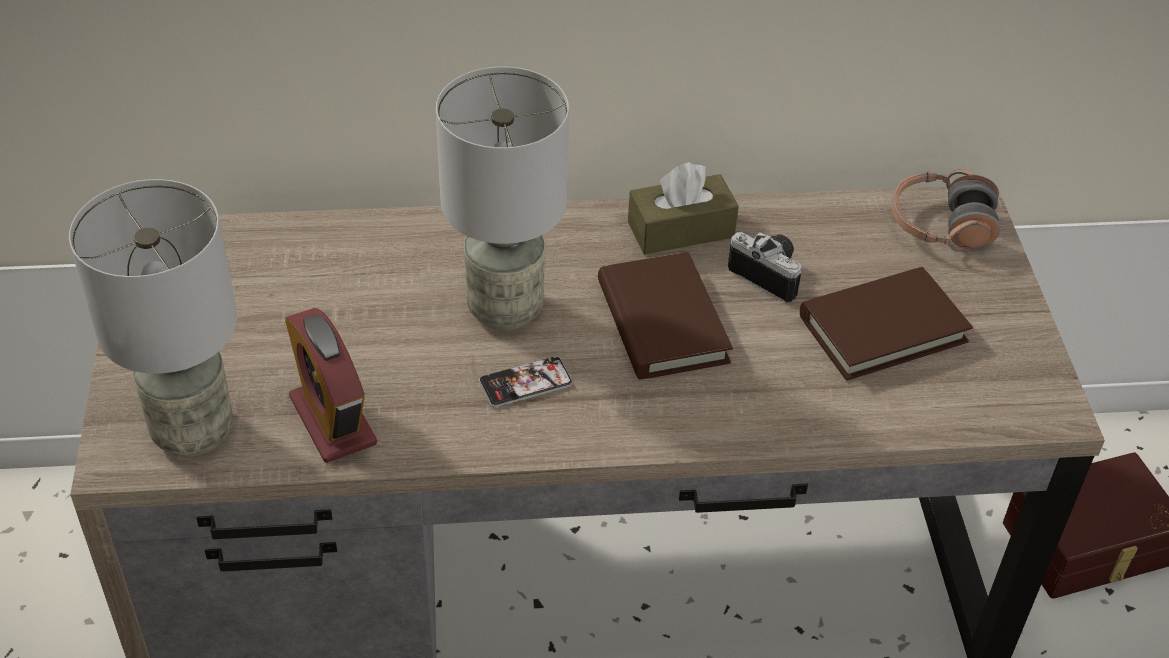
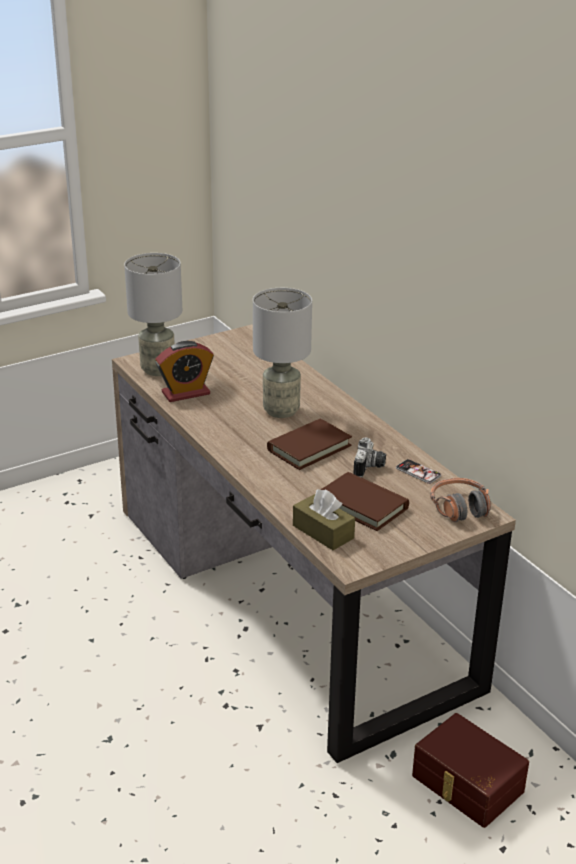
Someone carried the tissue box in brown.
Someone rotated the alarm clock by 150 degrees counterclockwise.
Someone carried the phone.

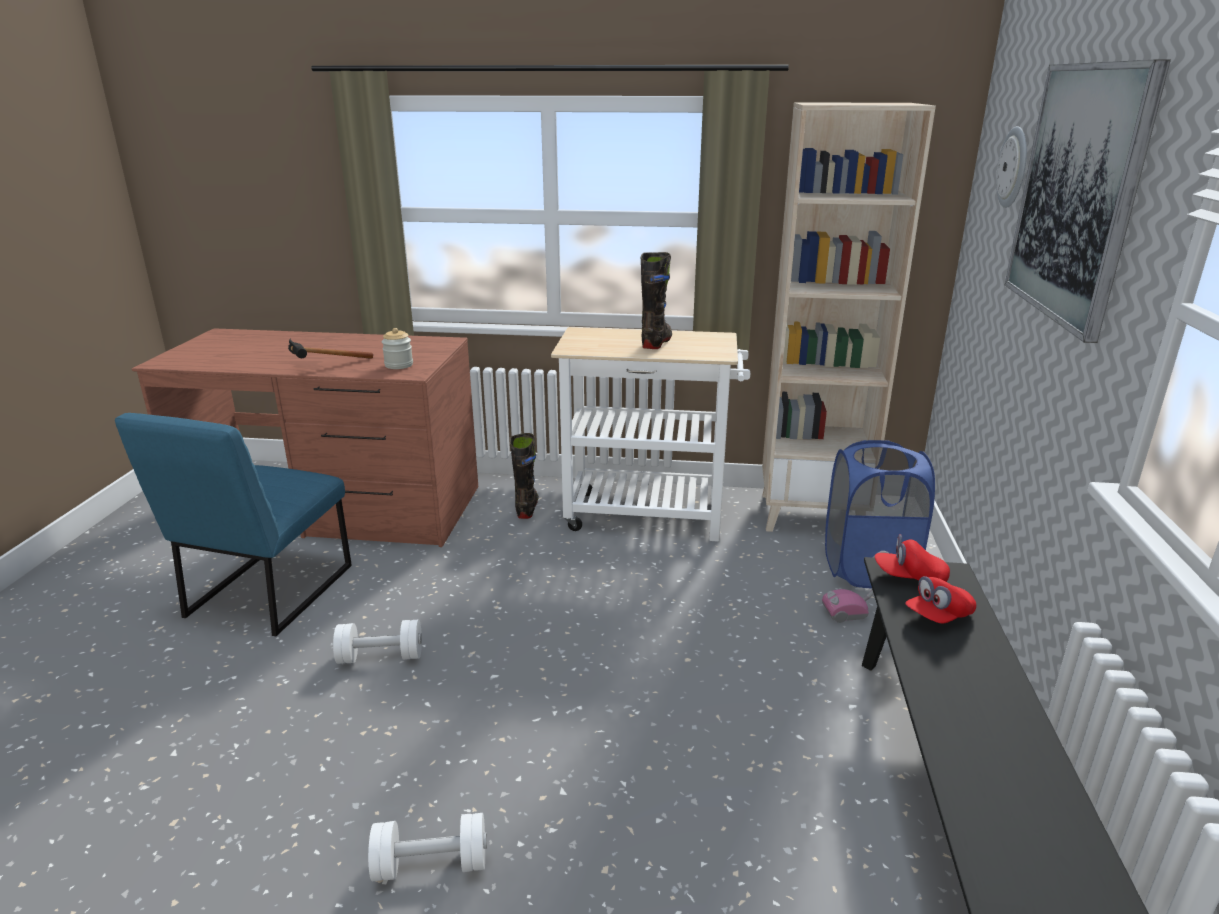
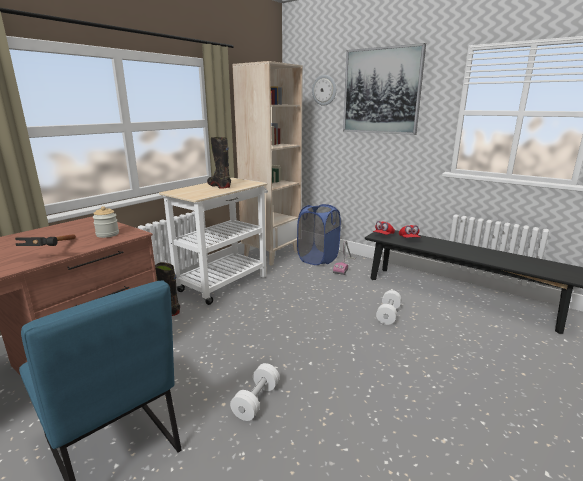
Someone carried the dumbbell in white (2nd from left).

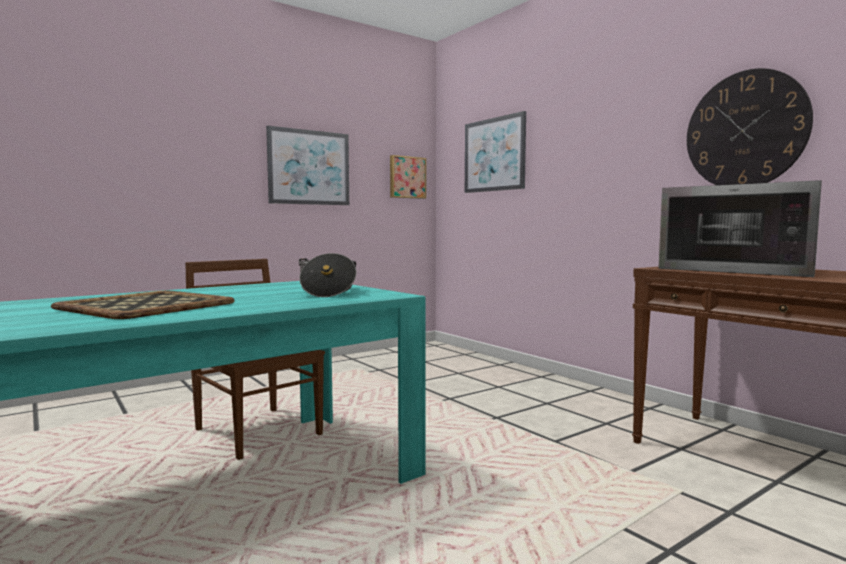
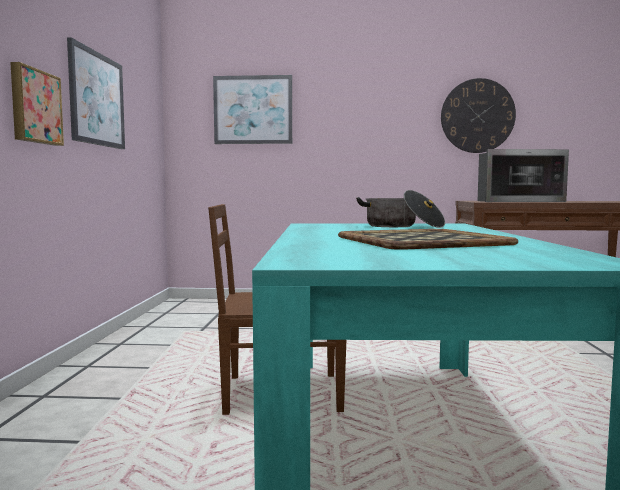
Someone carried the picture (2nd from left in the first image).

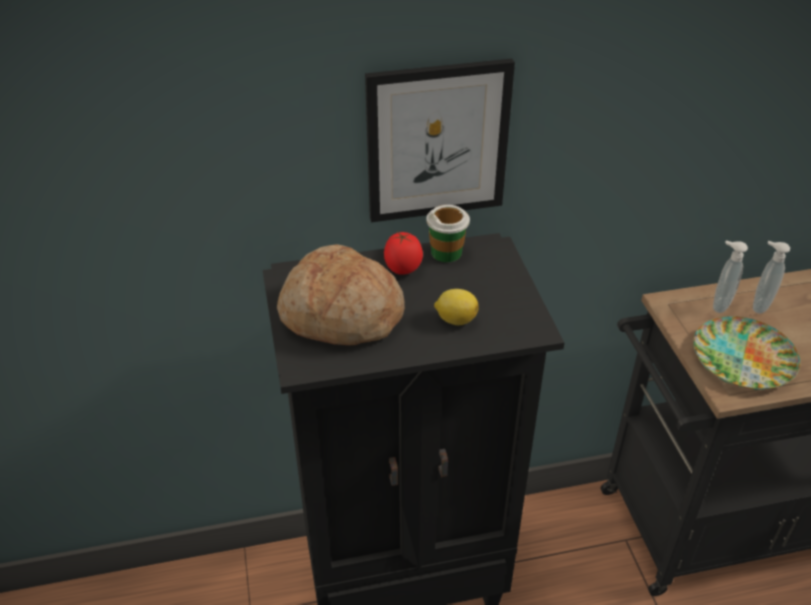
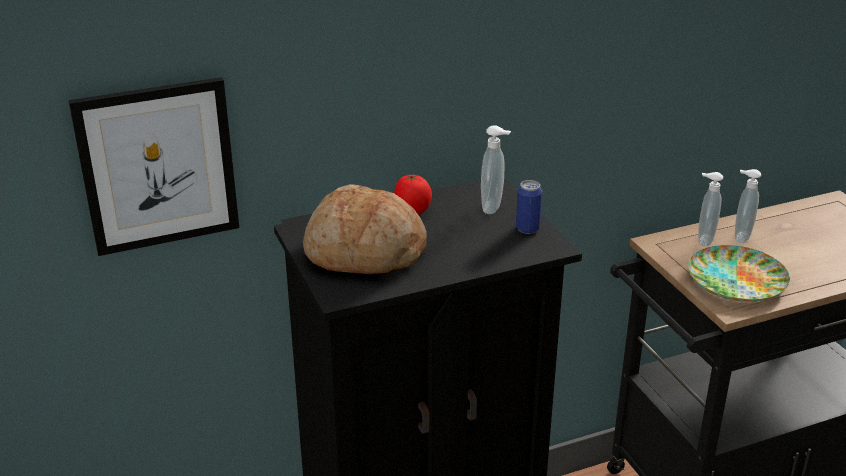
Someone carried the picture.
Someone took away the cup.
Someone took away the lemon.
Someone put down the soap dispenser (1st from left).
Someone put down the can.

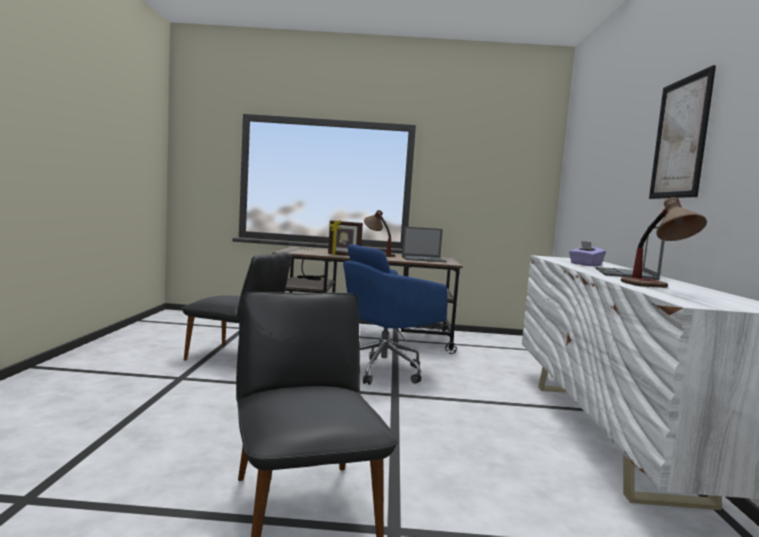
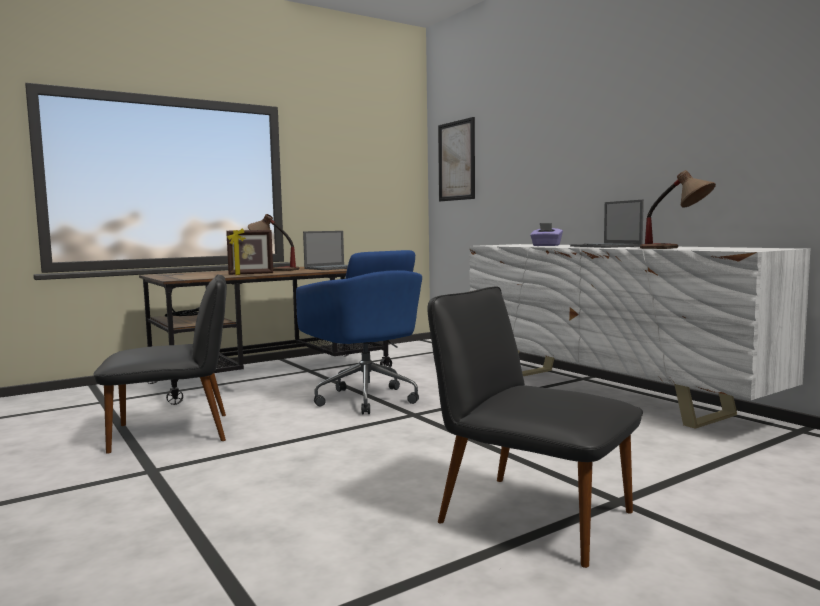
Someone carried the picture.
Someone rotated the office chair in blue by 60 degrees counterclockwise.

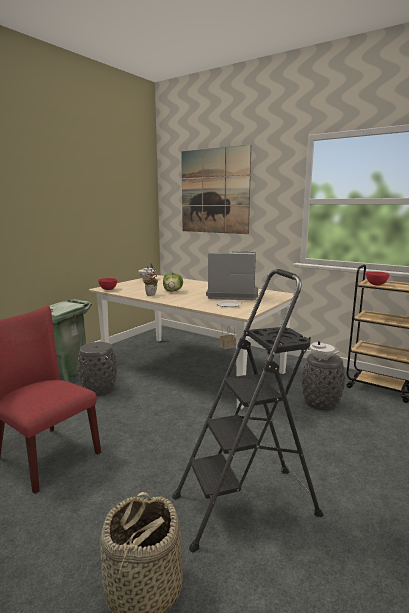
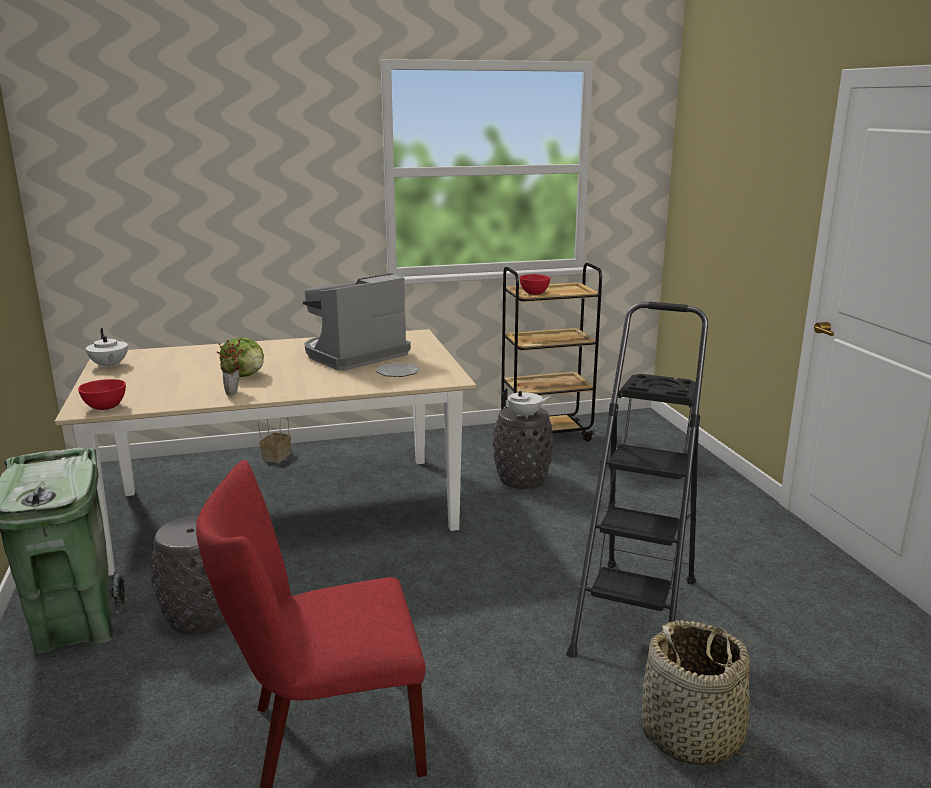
Someone took away the picture.

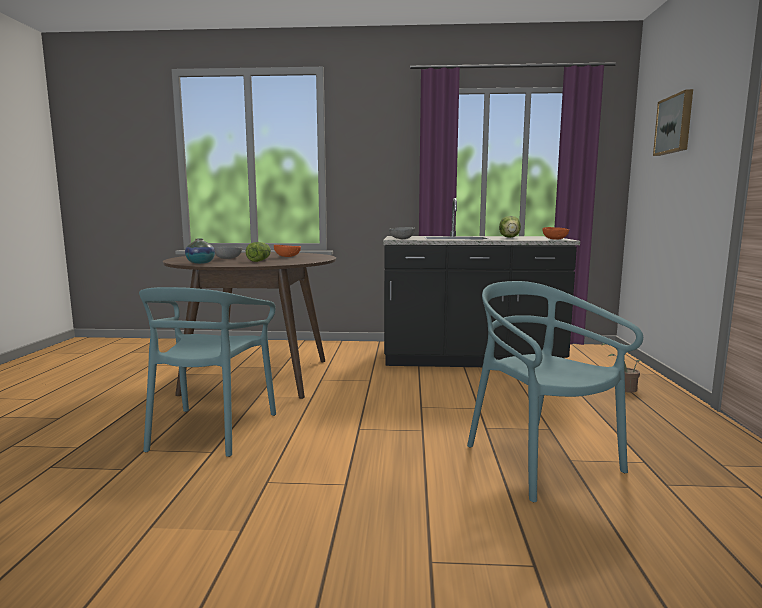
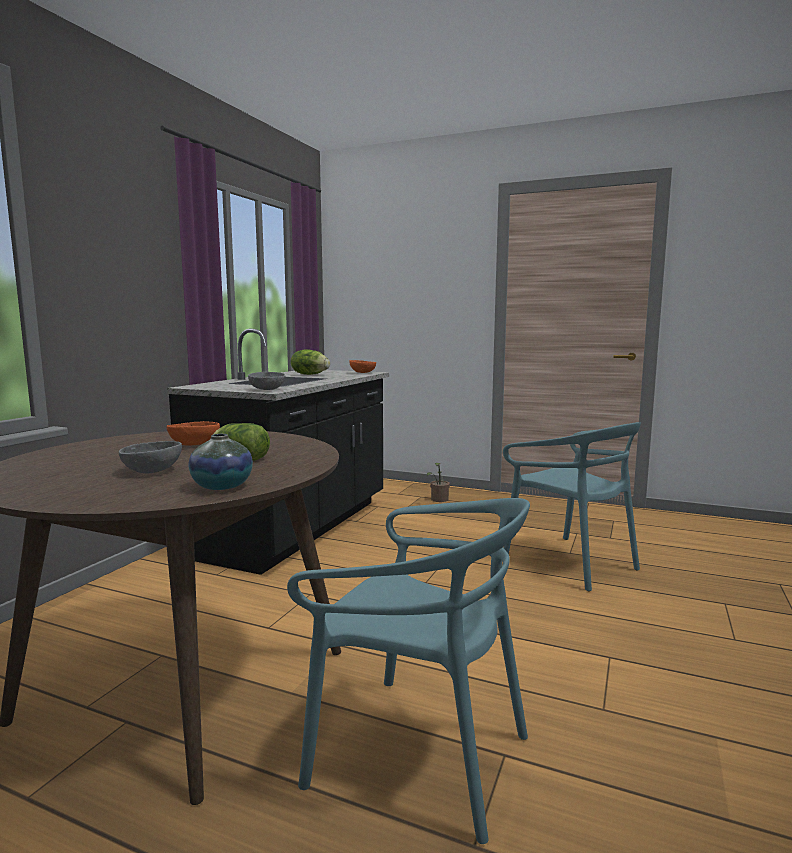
Someone took away the picture.
Someone rotated the chair in turquoise (2nd from left) by 120 degrees counterclockwise.

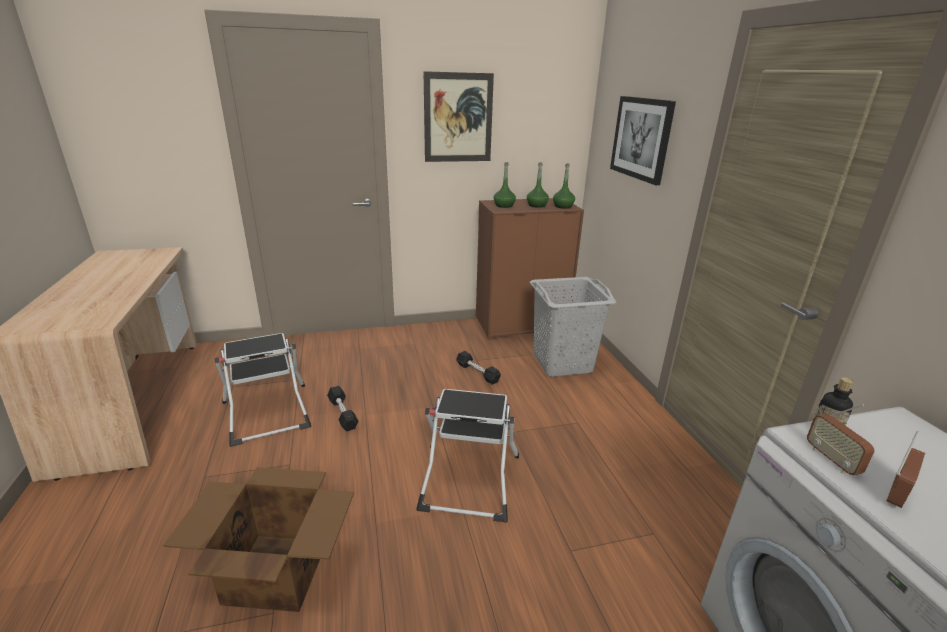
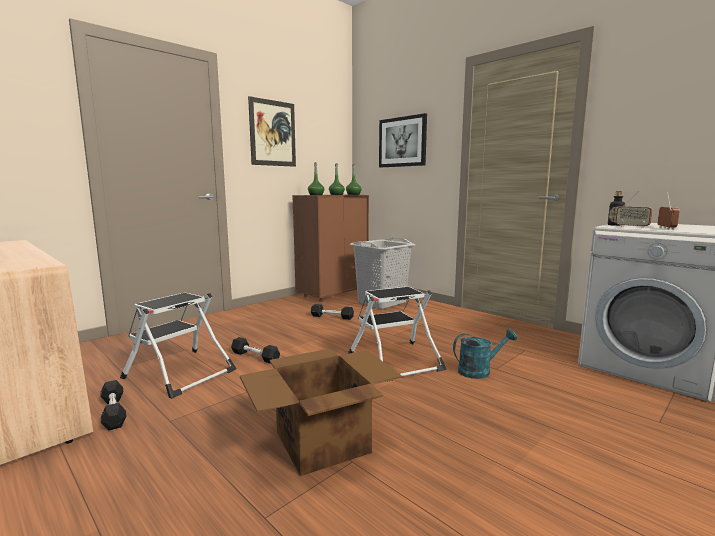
Someone put down the watering can in turquoise.
Someone put down the dumbbell in black (1st from left).

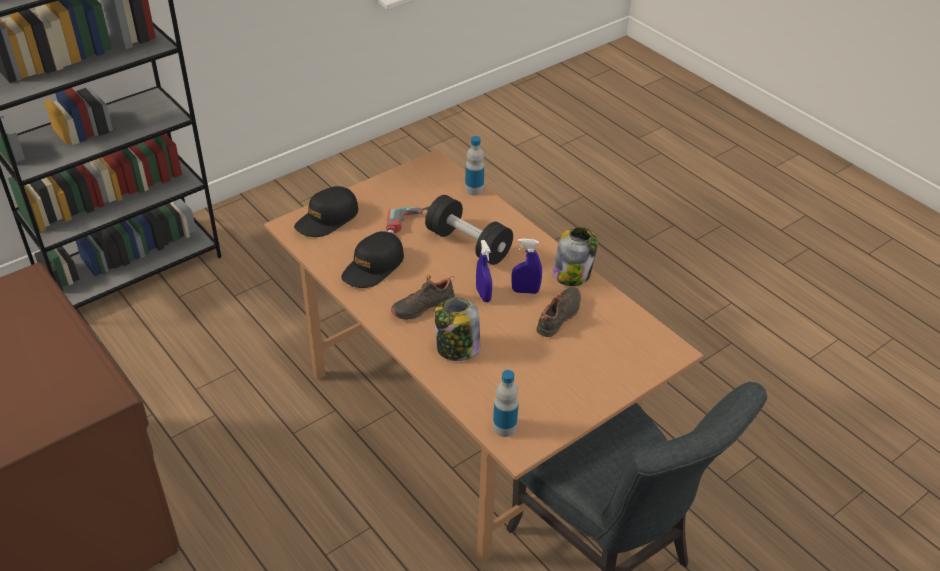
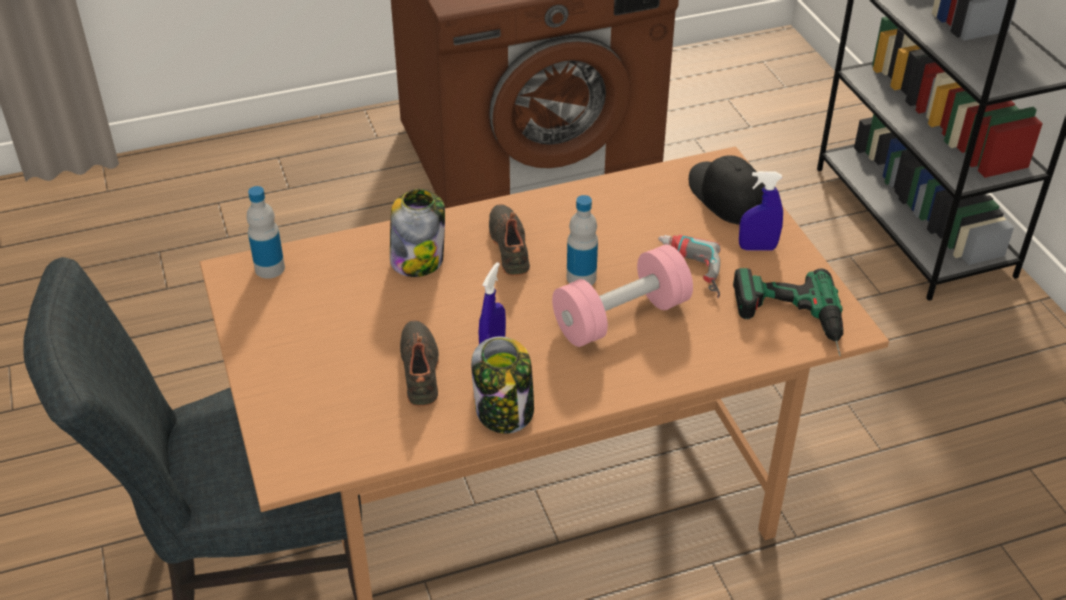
Someone carried the bottle (1st from left in the first image).
Someone repainted the dumbbell in black, which became the dumbbell in pink.
Someone took away the cap in black (2nd from left).
Someone carried the spray bottle in blue (1st from left in the first image).
Someone rotated the shoe in black (2nd from left in the first image) by 150 degrees counterclockwise.
Someone put down the power drill (2nd from left).

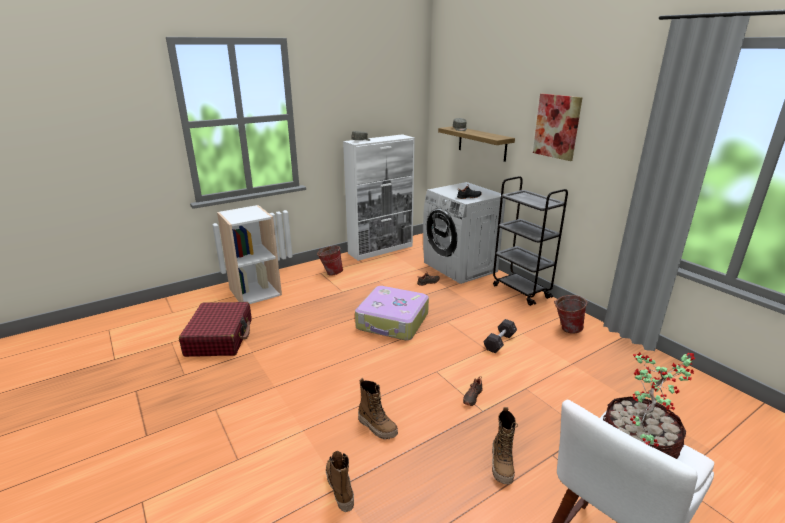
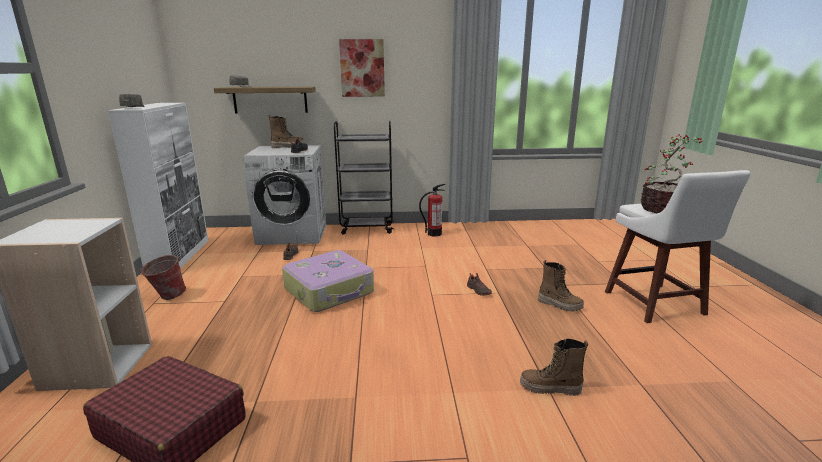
Someone swapped the bucket (2nd from left) for the fire extinguisher.
Someone took away the dumbbell in black.
Someone carried the boot (2nd from left in the first image).

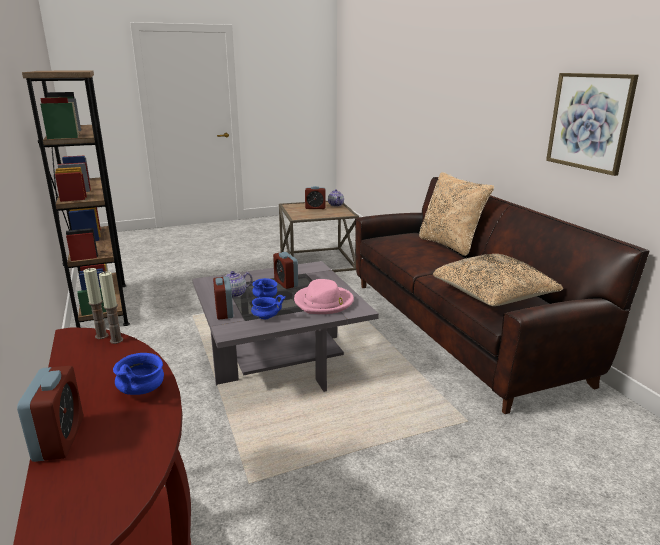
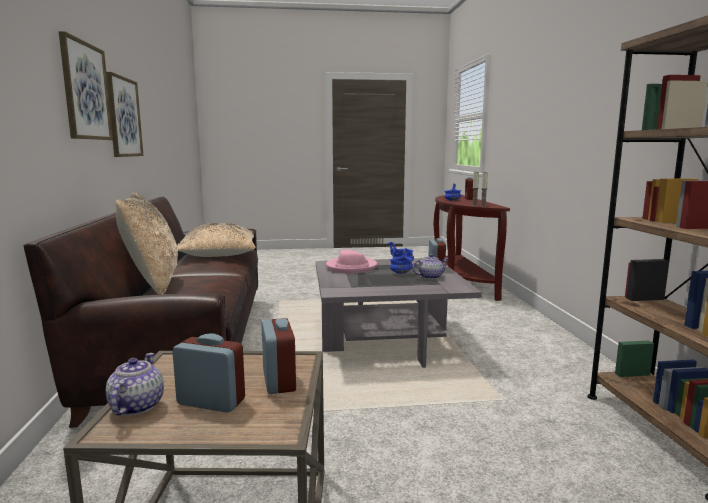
Someone carried the alarm clock (3rd from left in the first image).
Someone put up the picture (1st from left).

